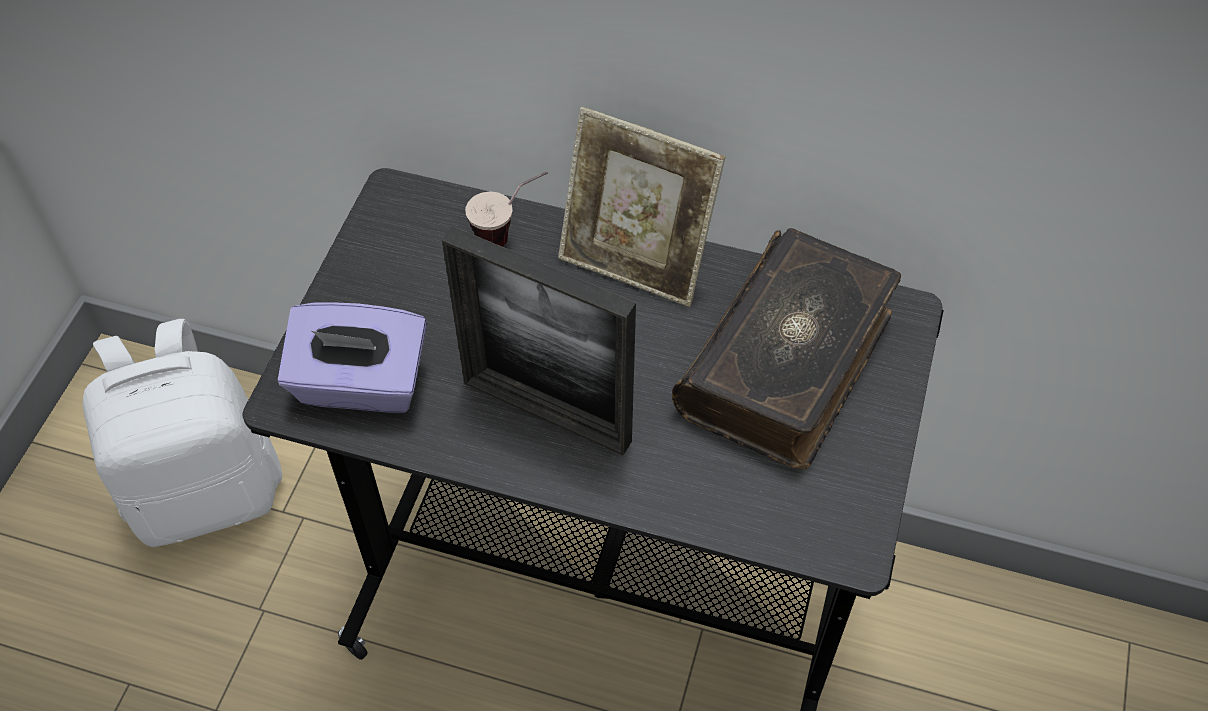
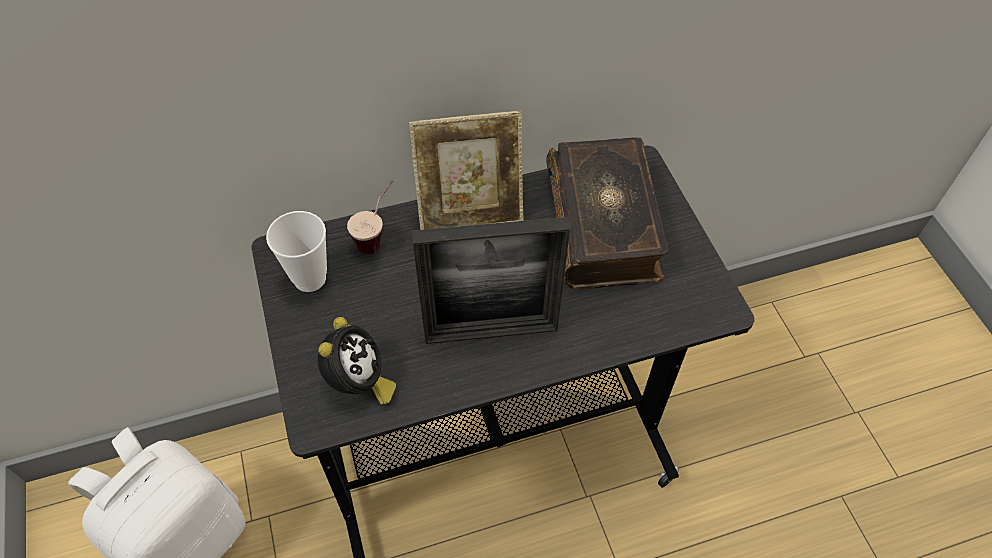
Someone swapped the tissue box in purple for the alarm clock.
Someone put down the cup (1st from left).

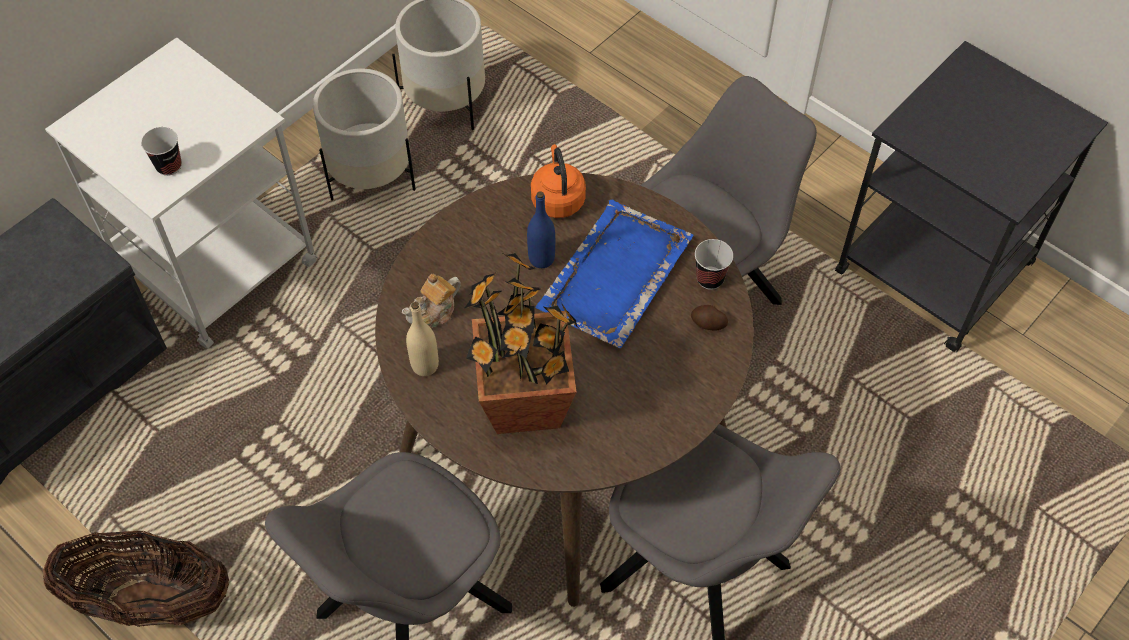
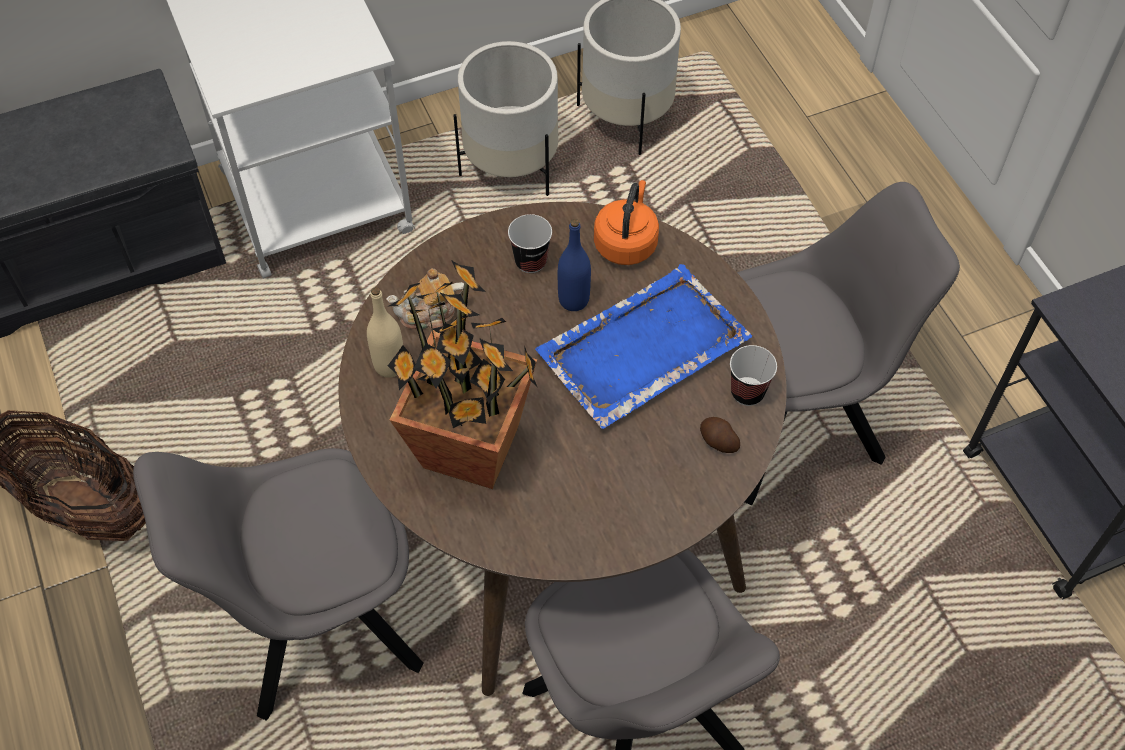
Someone carried the cup (1st from left).

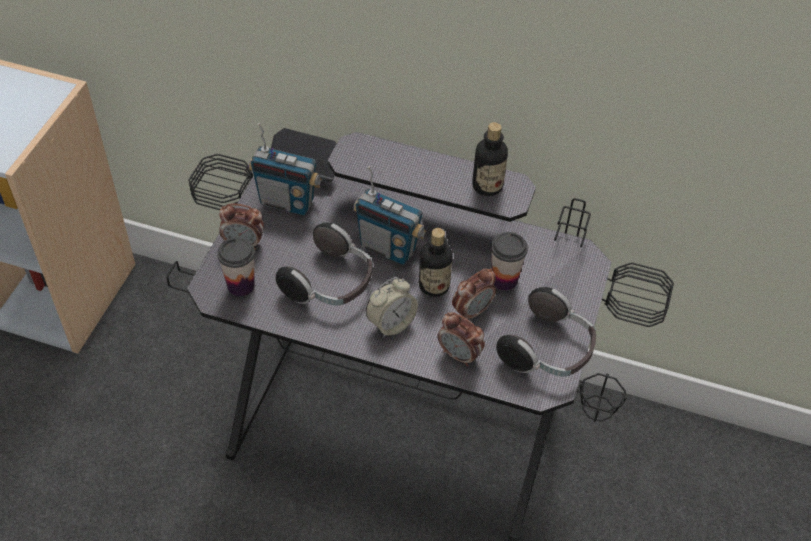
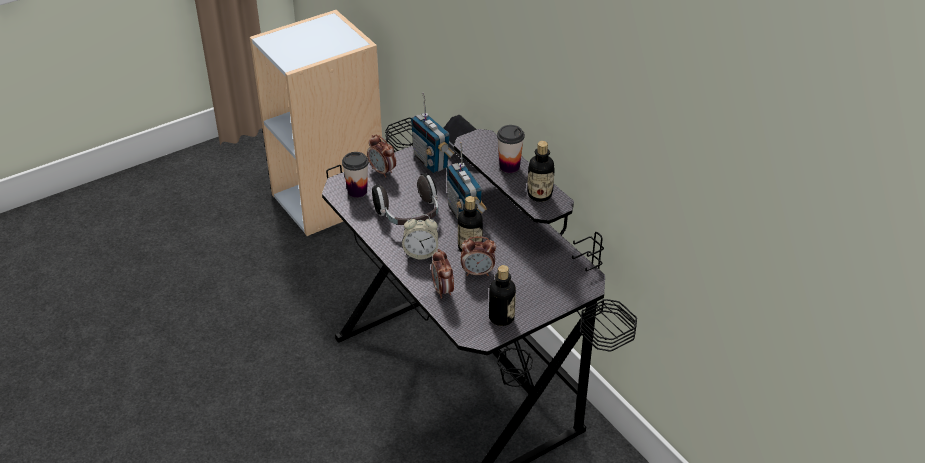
Someone carried the cup (2nd from left).
Someone swapped the headphones (2nd from left) for the bottle (2nd from left).

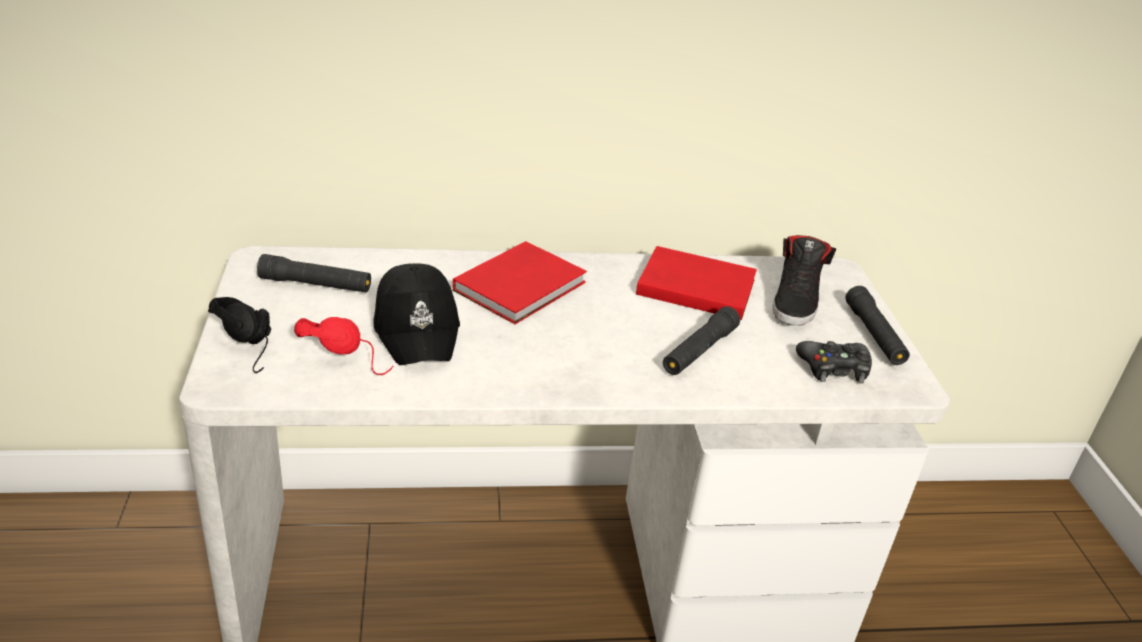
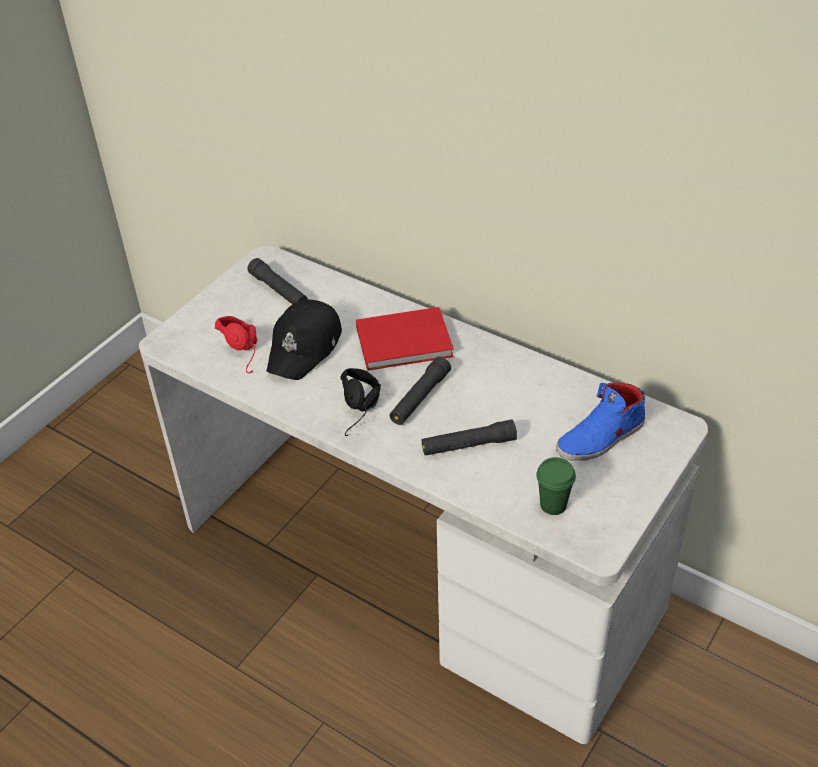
Someone repainted the shoe in black, which became the shoe in blue.
Someone took away the book in red (2nd from left).
Someone carried the flashlight in black (3rd from left in the first image).
Someone carried the headphones in black.
Someone swapped the game controller in black for the cup in green.

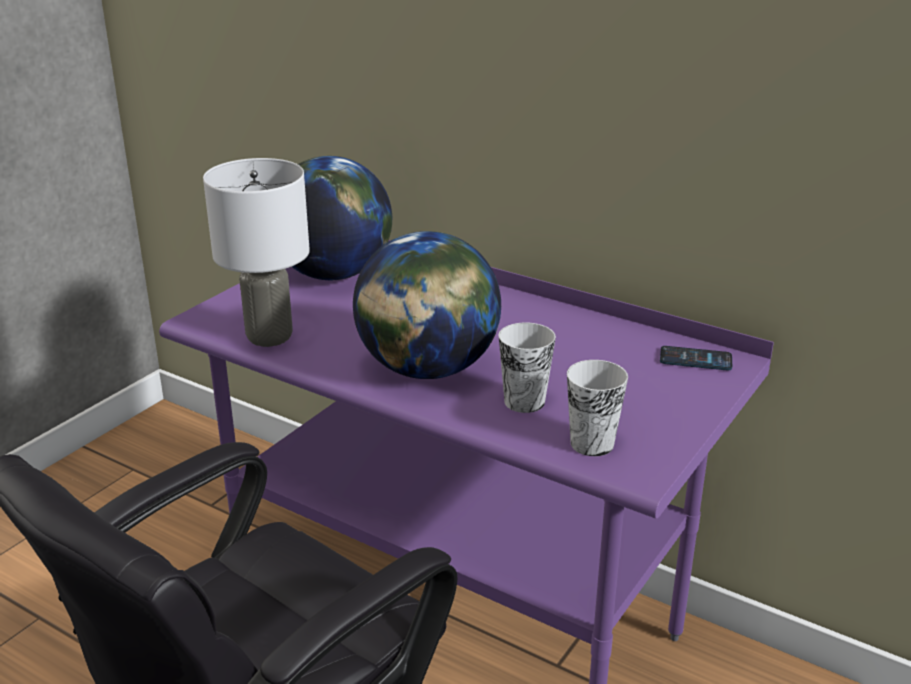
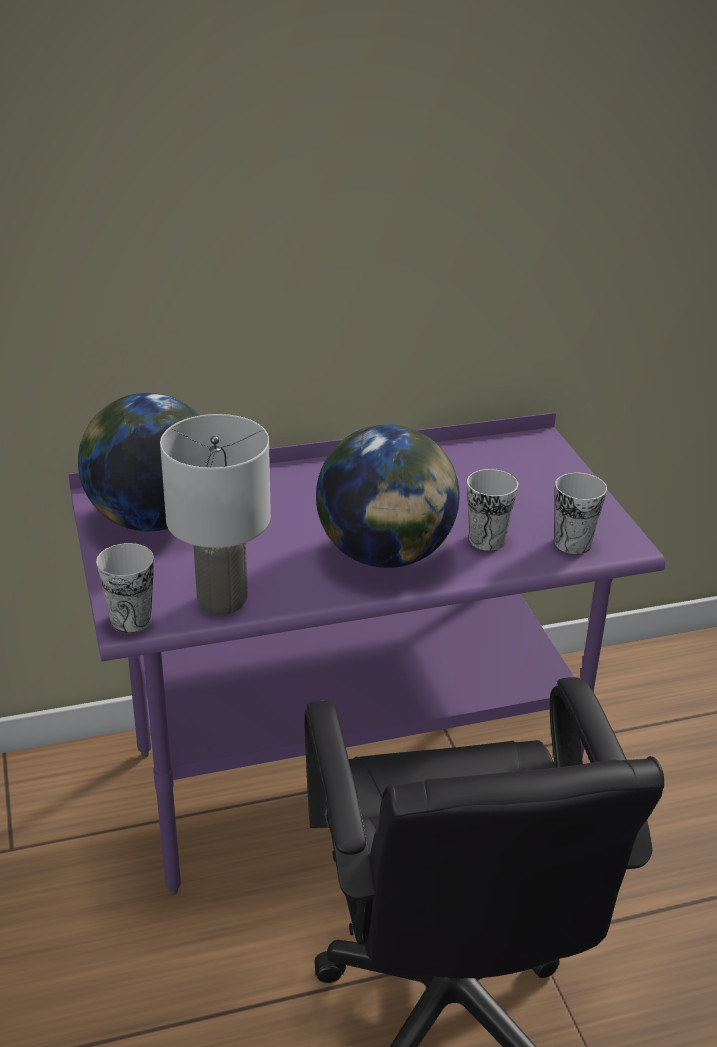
Someone took away the phone.
Someone put down the cup (1st from left).

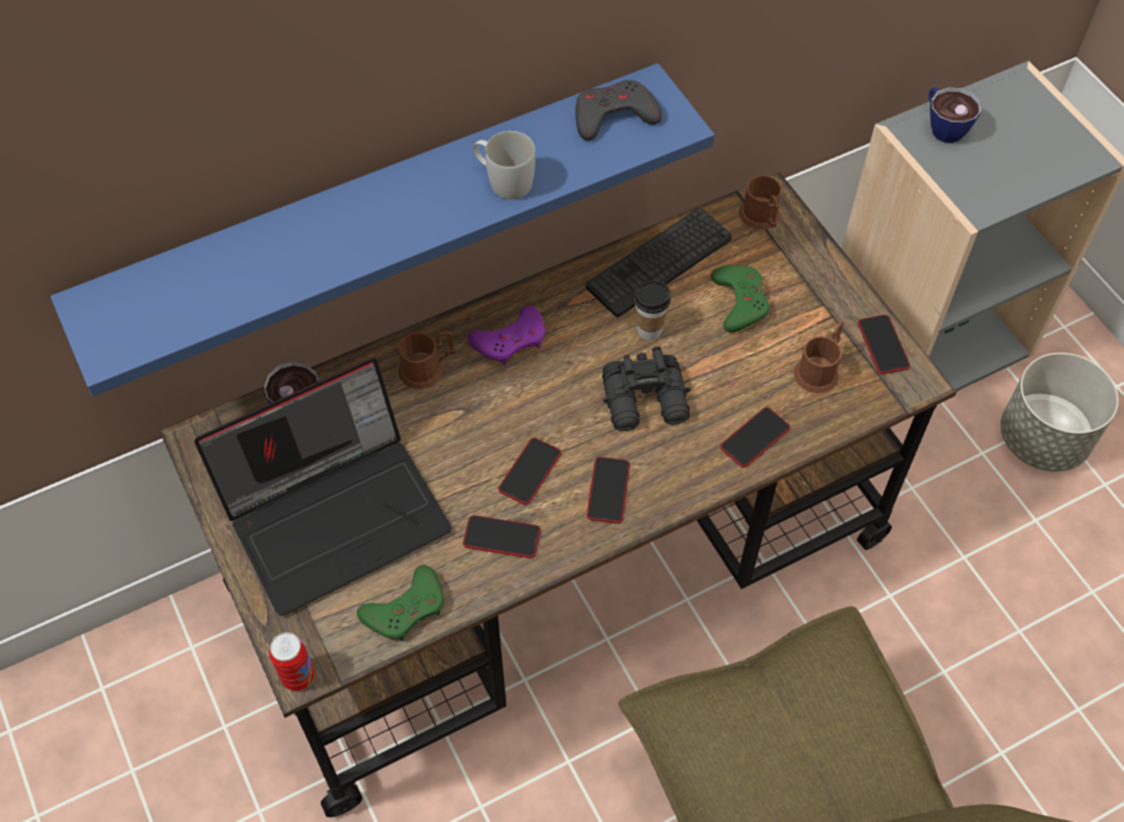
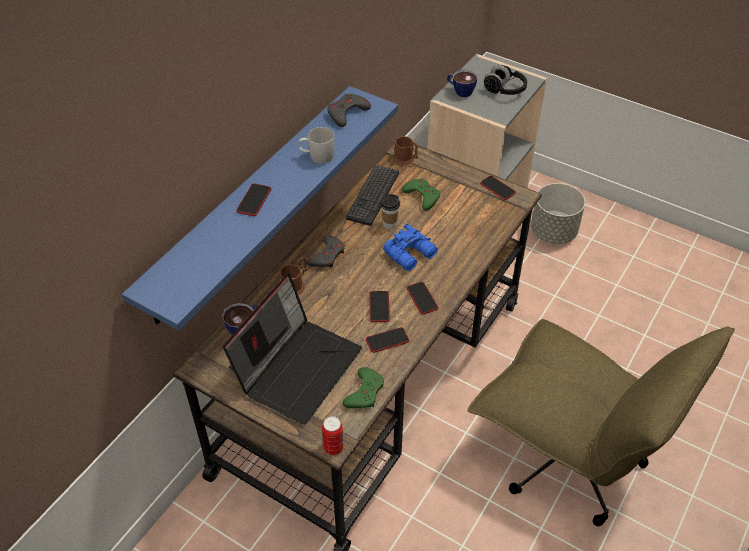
Someone repainted the game controller in purple, which became the game controller in grey (1st from left).
Someone took away the mug in brown (3rd from left).
Someone repainted the binoculars in black, which became the binoculars in blue.
Someone carried the phone (4th from left in the first image).
Someone put down the headphones in black.

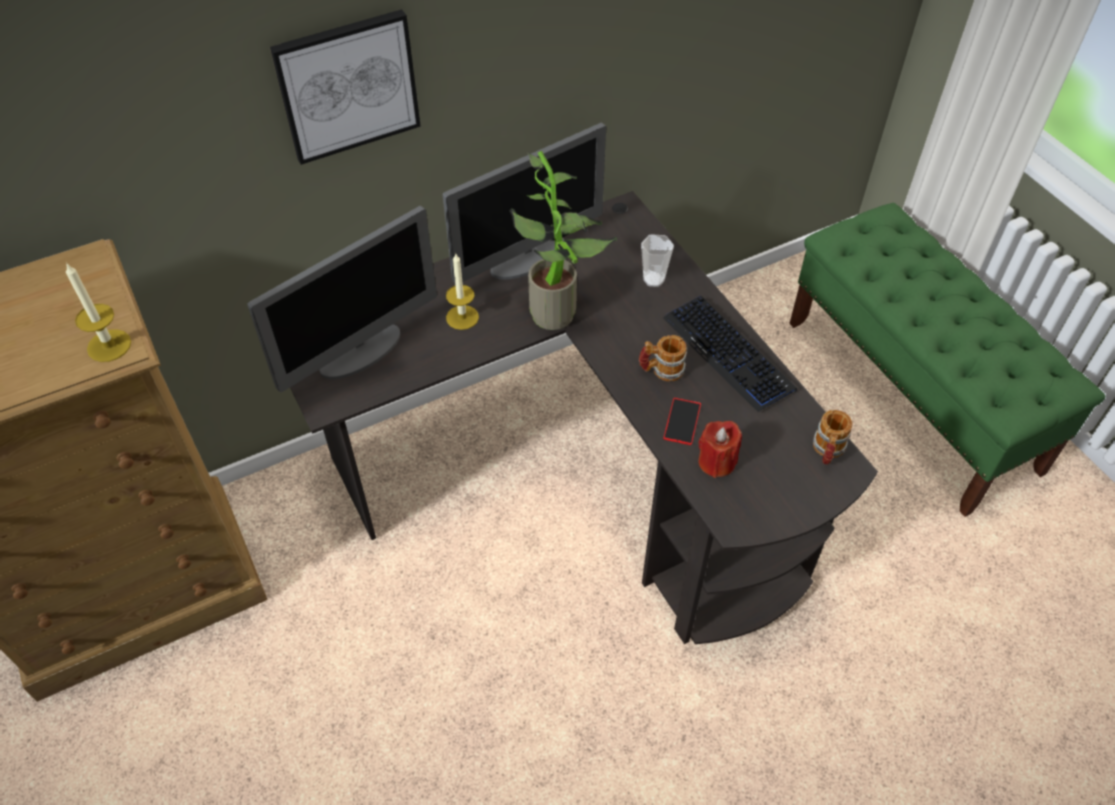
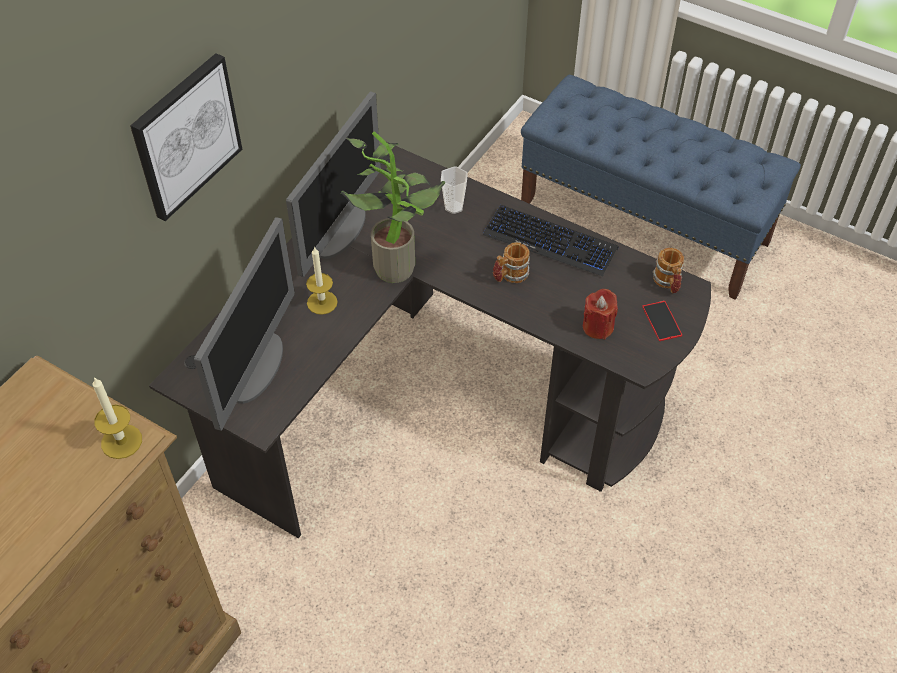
Someone repainted the bench in green, which became the bench in blue.
Someone carried the phone.

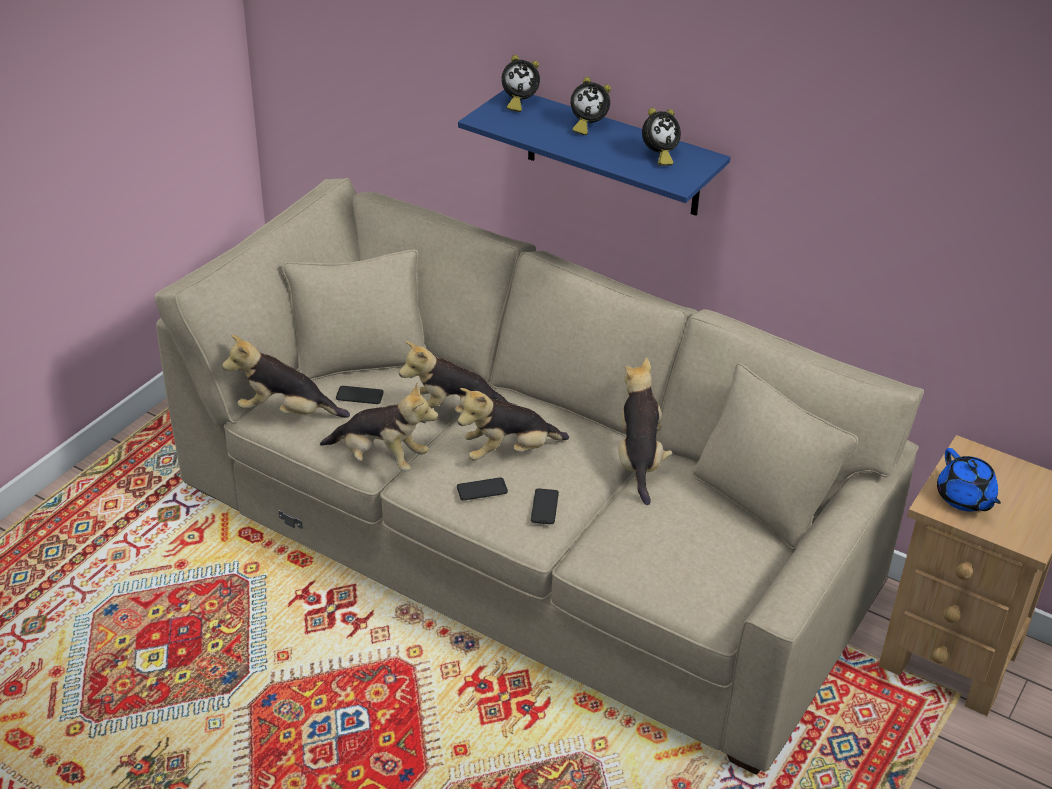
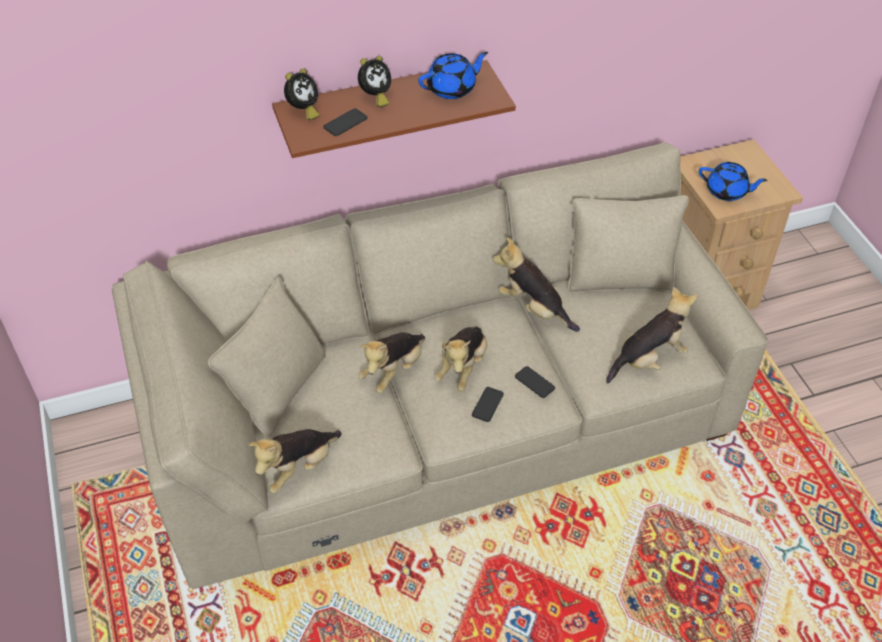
Someone repainted the shelf in blue, which became the shelf in brown.
Someone swapped the alarm clock (3rd from left) for the teapot in blue (1st from left).
Someone carried the plush toy (2nd from left in the first image).
Someone carried the phone (1st from left).

